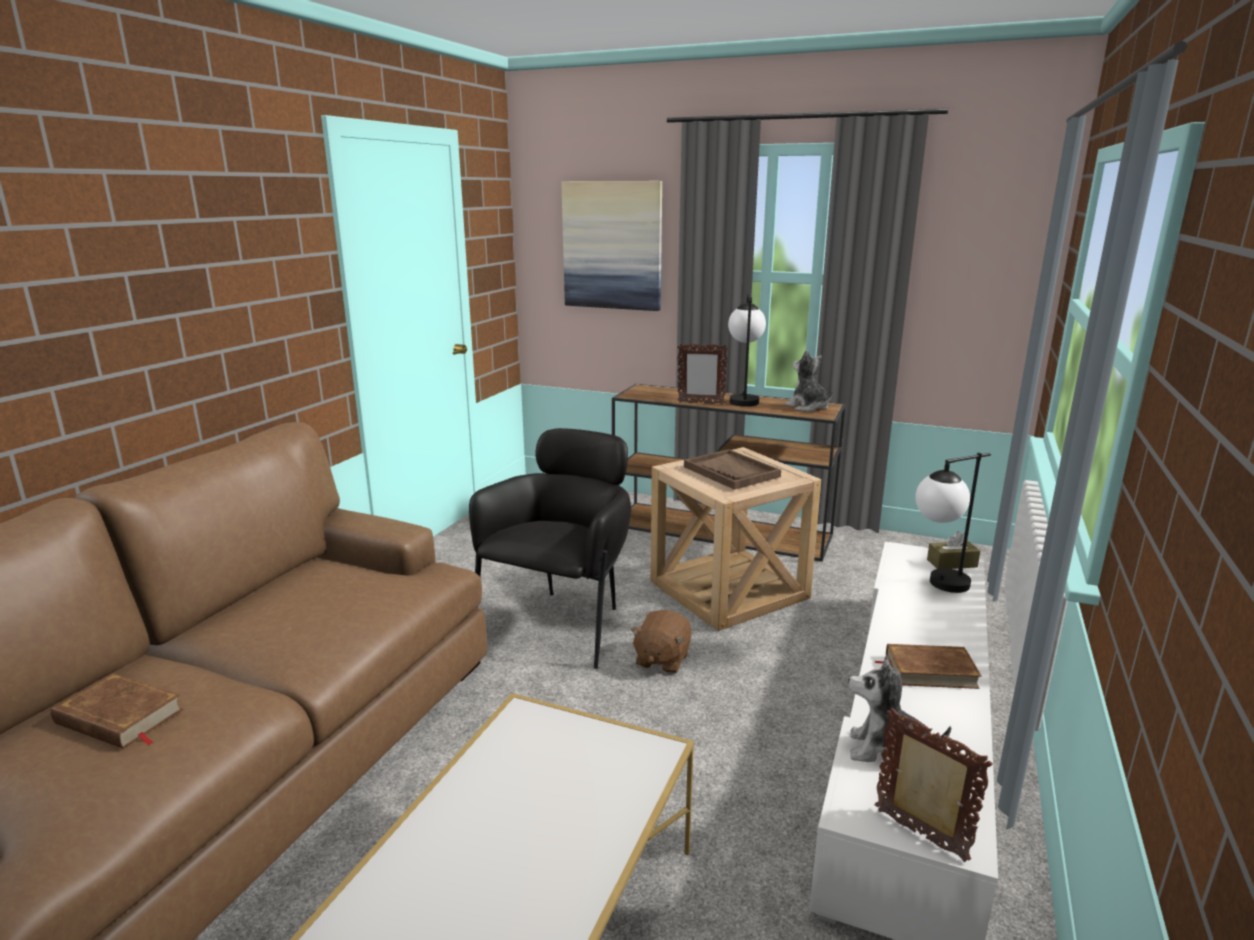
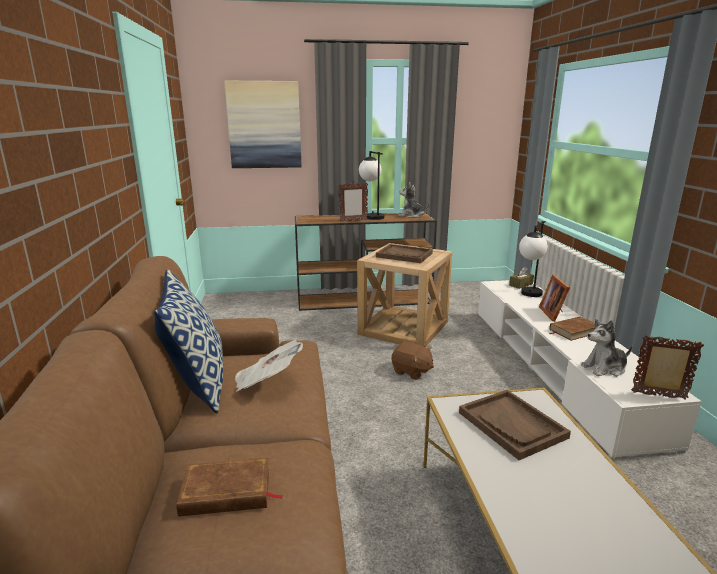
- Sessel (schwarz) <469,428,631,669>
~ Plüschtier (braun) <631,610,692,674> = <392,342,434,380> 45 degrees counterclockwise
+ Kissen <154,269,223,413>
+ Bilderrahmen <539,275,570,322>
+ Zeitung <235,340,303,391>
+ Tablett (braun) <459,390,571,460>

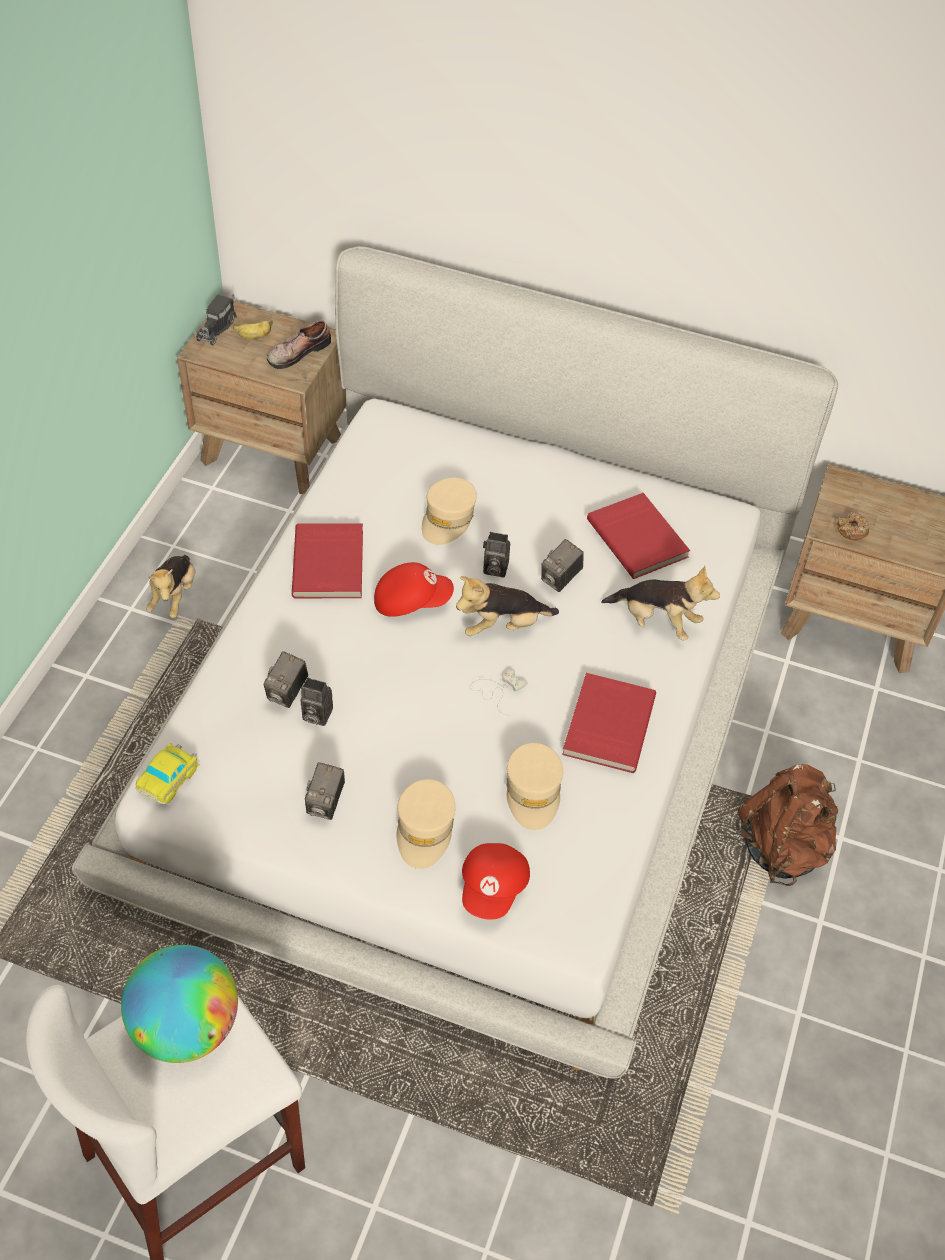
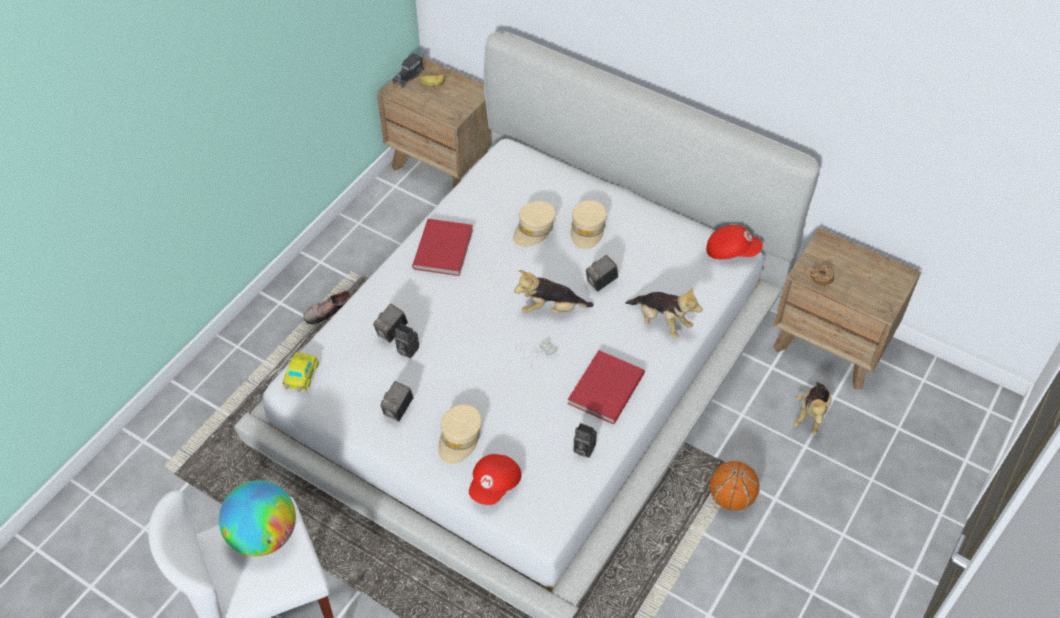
~ Schuh <267,320,331,369> to <303,290,353,324>
- Buch (rot) <587,493,690,579>
~ Kamera <483,532,510,577> to <573,423,597,458>
~ Plüschtier <146,555,195,618> to <794,382,832,435>
~ Kappe (rot) <374,562,454,617> to <706,225,763,259>
~ Spielzeugauto <135,743,200,805> = <282,352,319,392> 150 degrees clockwise
~ Kappe (beige) <507,743,563,830> to <571,200,607,249>
~ Rucksack (braun) <738,764,838,886> to Basketball <710,461,760,511>

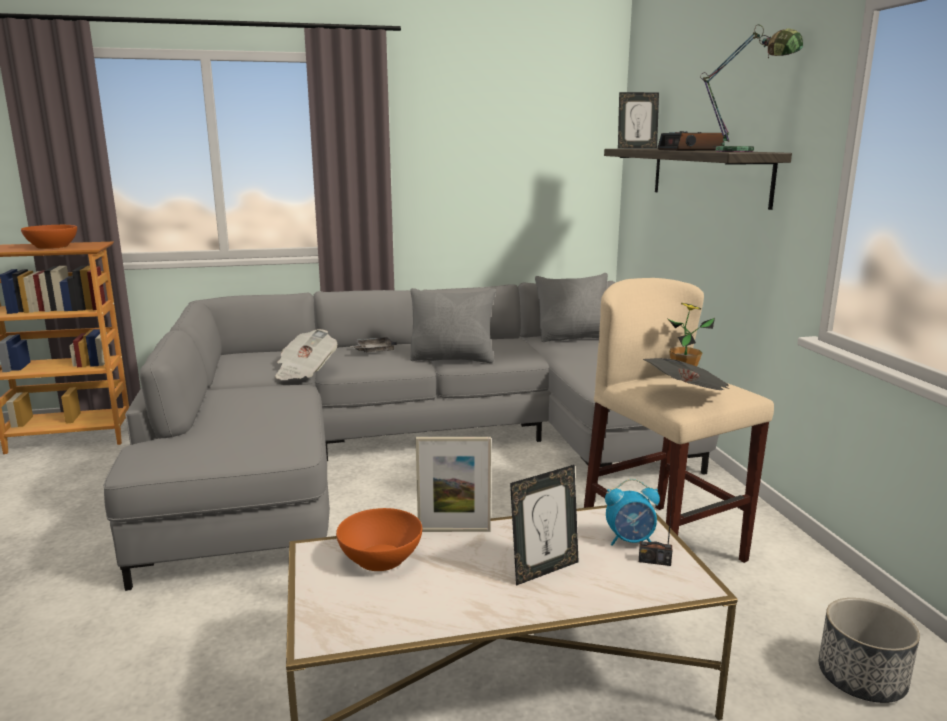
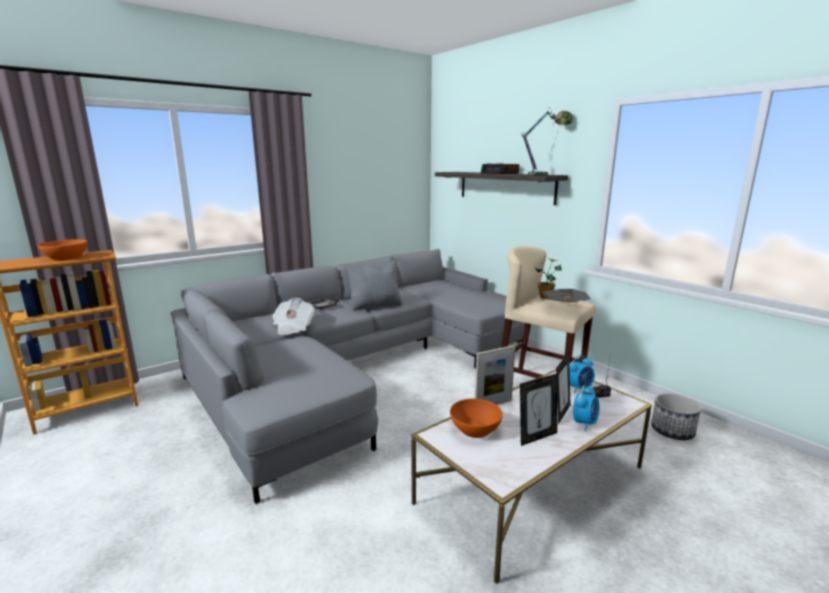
~ Bilderrahmen <618,92,659,149> to <520,374,557,446>
- Kissen (grau) <535,273,608,342>
+ Wecker <573,385,599,431>

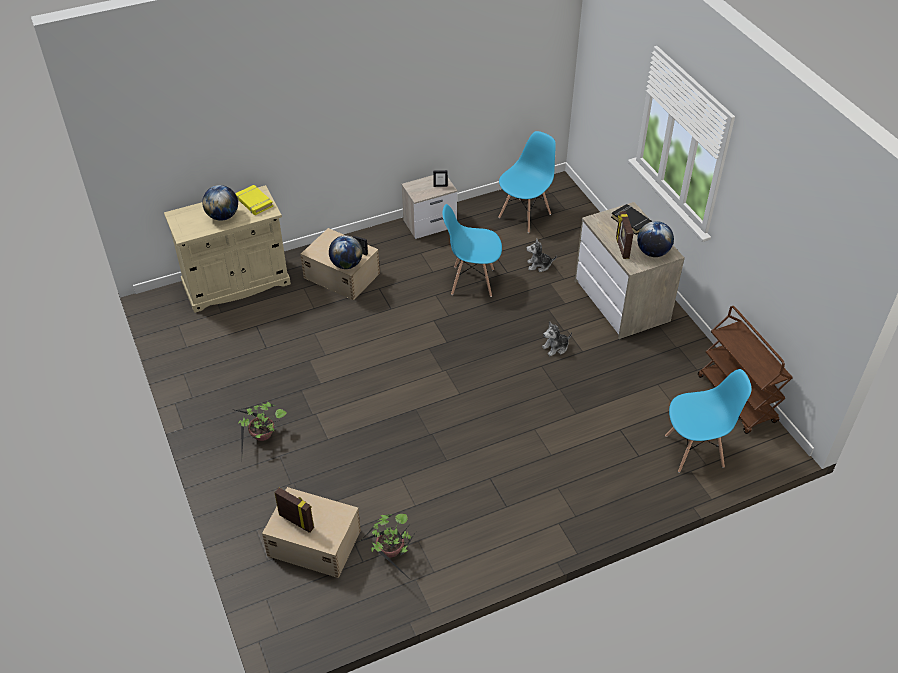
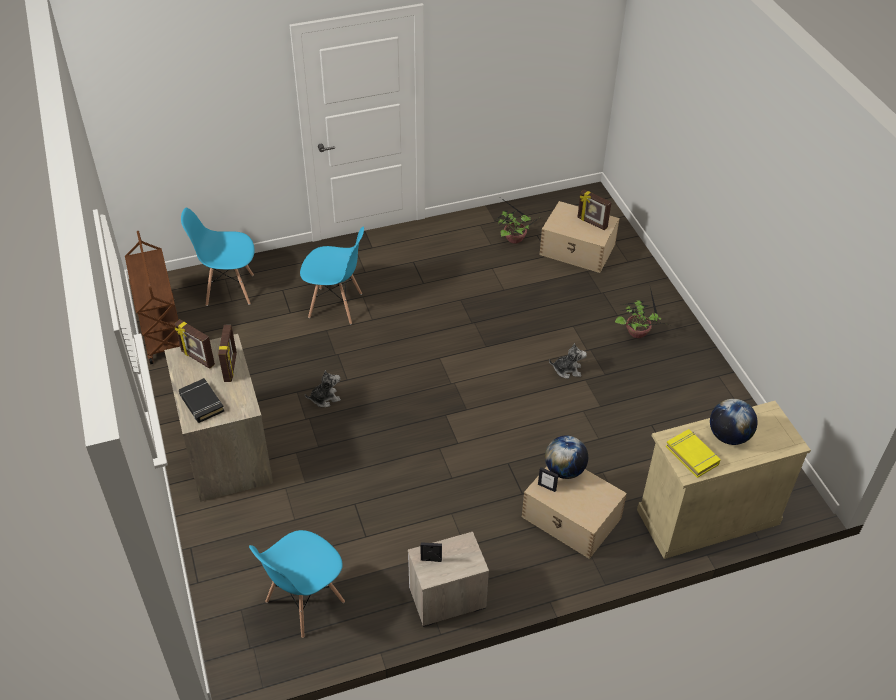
~ Stuhl (blau) <442,204,502,297> to <300,227,364,324>
~ Globus <637,221,674,257> to Bilderrahmen <175,320,215,369>
~ Plüschtier <526,238,557,272> to <549,343,587,379>

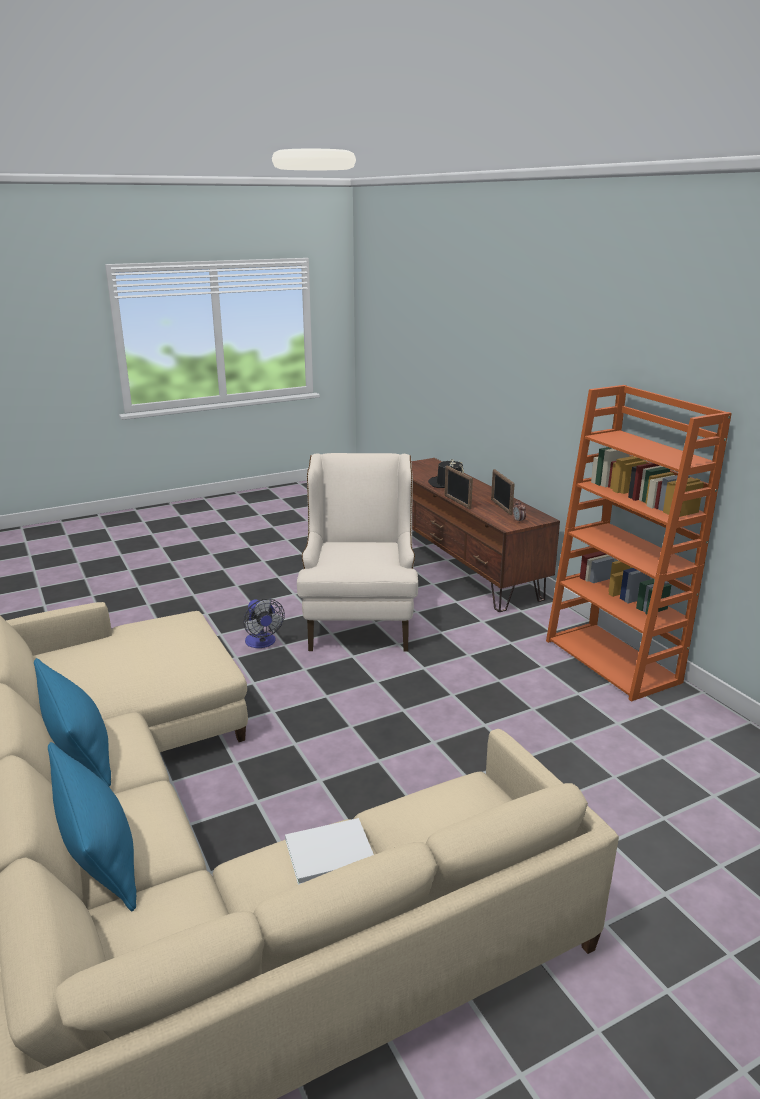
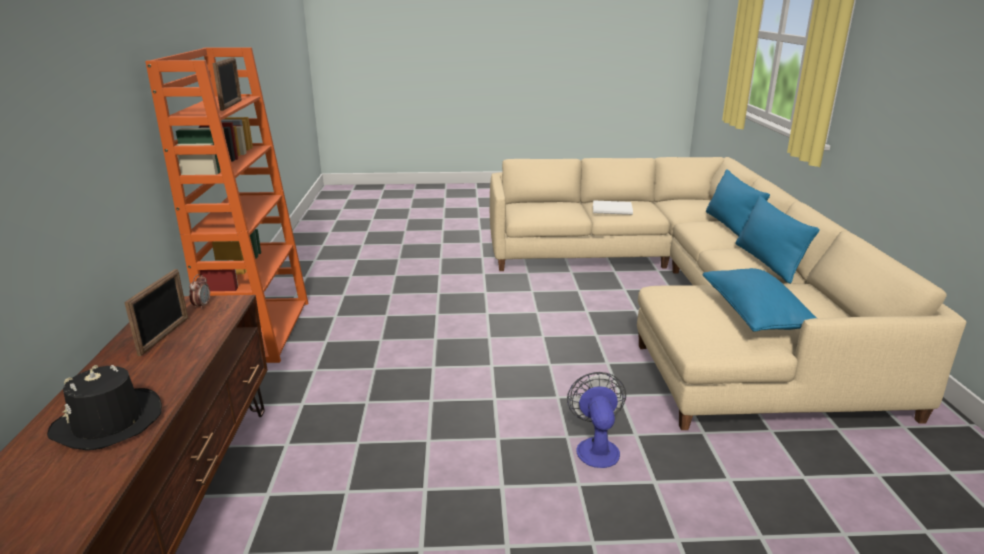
- Sessel (beige) <297,453,418,652>
~ Bilderrahmen <445,466,473,509> to <212,57,242,111>
+ Kissen (blau) <703,268,817,332>

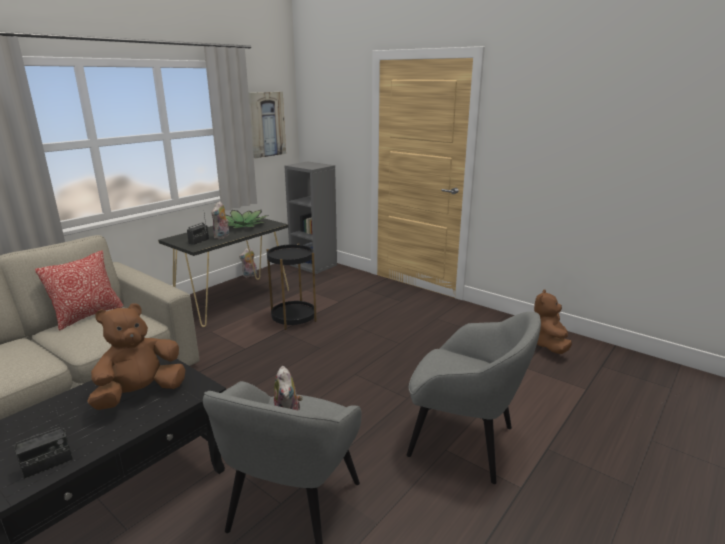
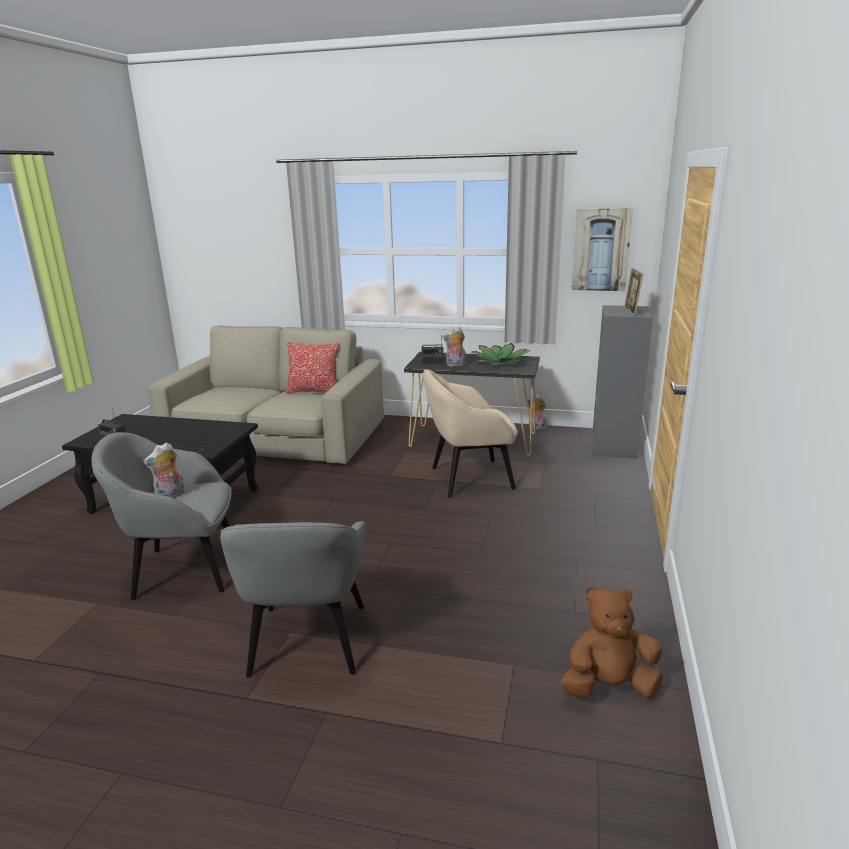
~ Beistelltisch (schwarz) <267,244,317,330> to Sessel (beige) <423,369,518,498>
- Plüschtier (braun) <87,303,185,410>
+ Bilderrahmen <624,267,643,316>

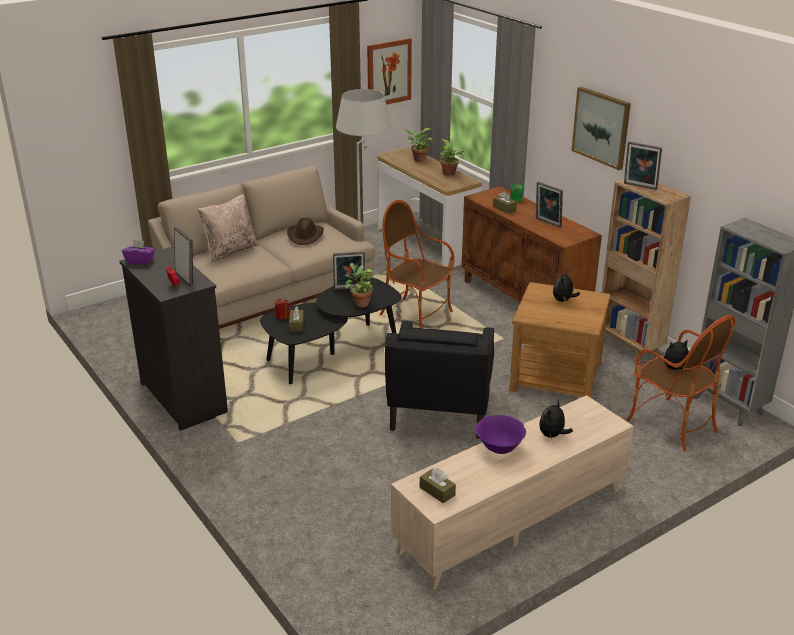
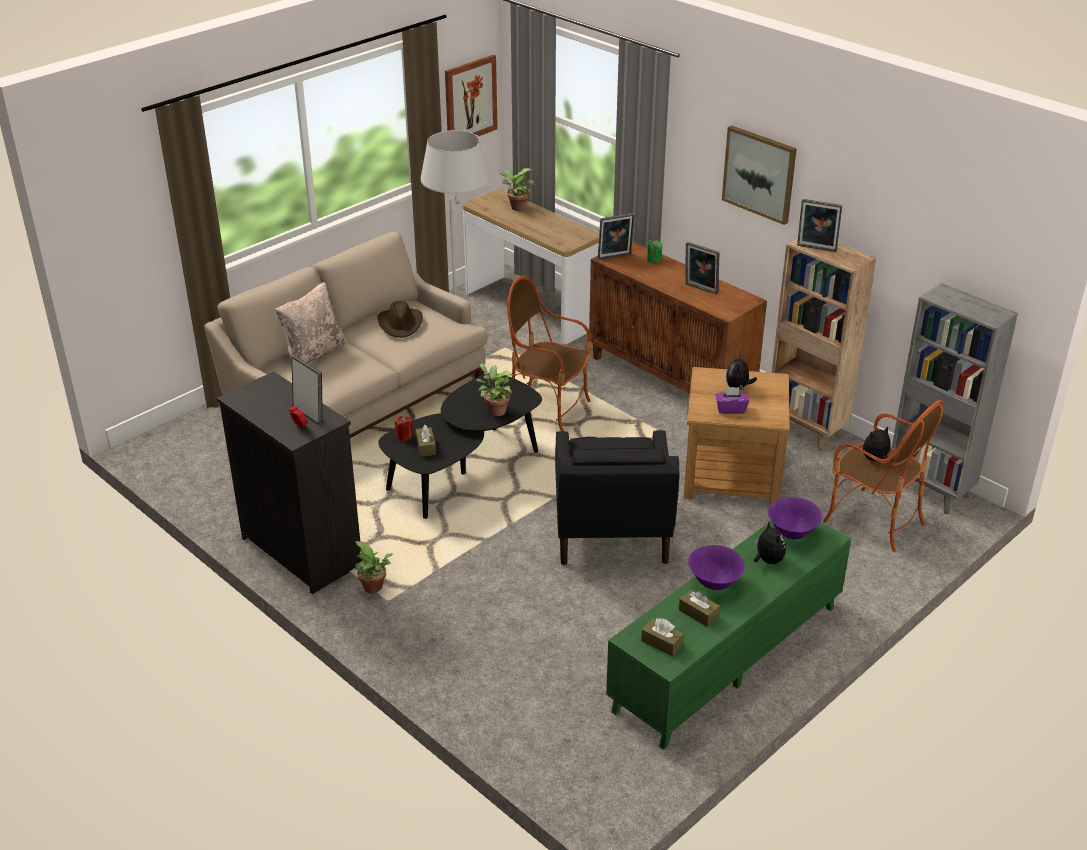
~ Topfpflanze <440,139,464,176> to <354,541,393,594>
~ Taschentuchbox (braun) <493,191,517,214> to <679,589,720,627>
~ Taschentuchbox (lila) <122,240,155,265> to <715,387,749,414>
~ Bilderrahmen <333,251,365,290> to <598,213,634,260>
~ Fernsehschrank (beige) <391,395,634,590> to Fernsehschrank (grün) <606,521,851,750>
~ Plüschtier <540,399,573,439> = <754,521,786,564> 135 degrees clockwise
+ Schüssel (lila) <767,497,822,540>

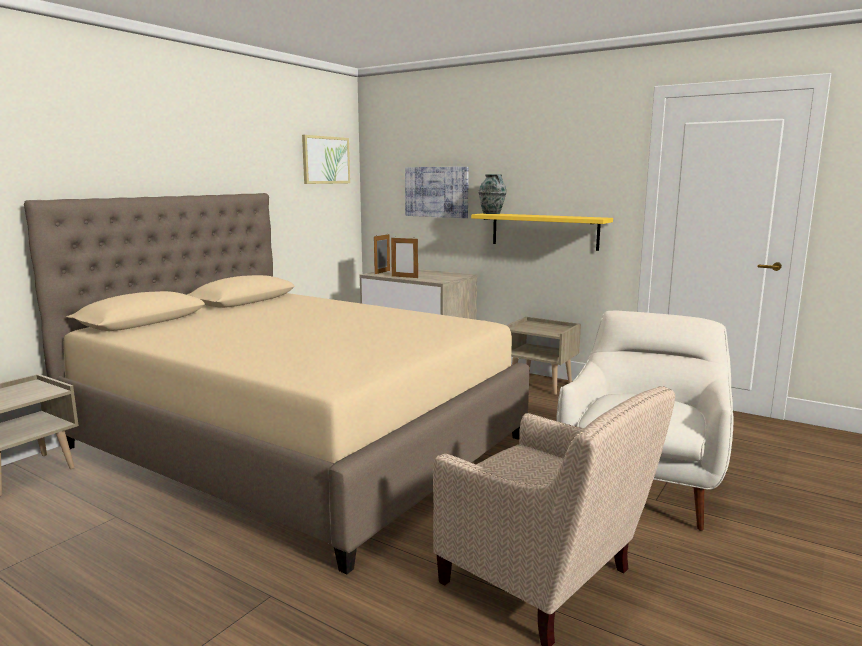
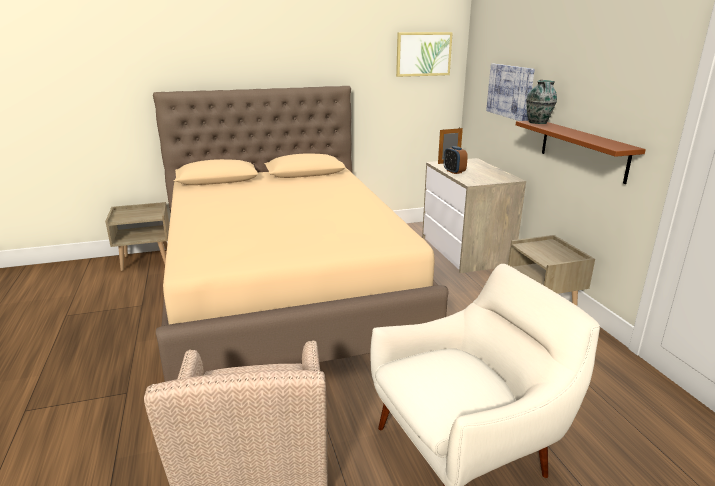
~ Wandregal (gelb) <471,213,613,251> to Wandregal (braun) <516,121,646,184>
~ Bilderrahmen <391,237,418,278> to Wecker <444,146,468,174>

